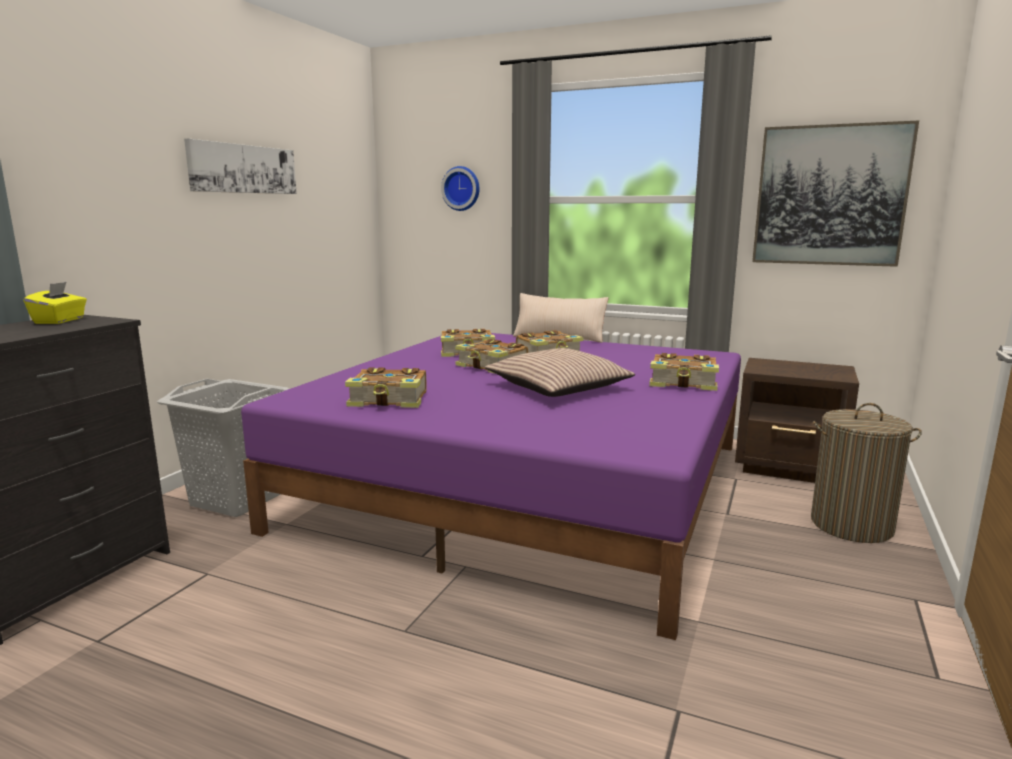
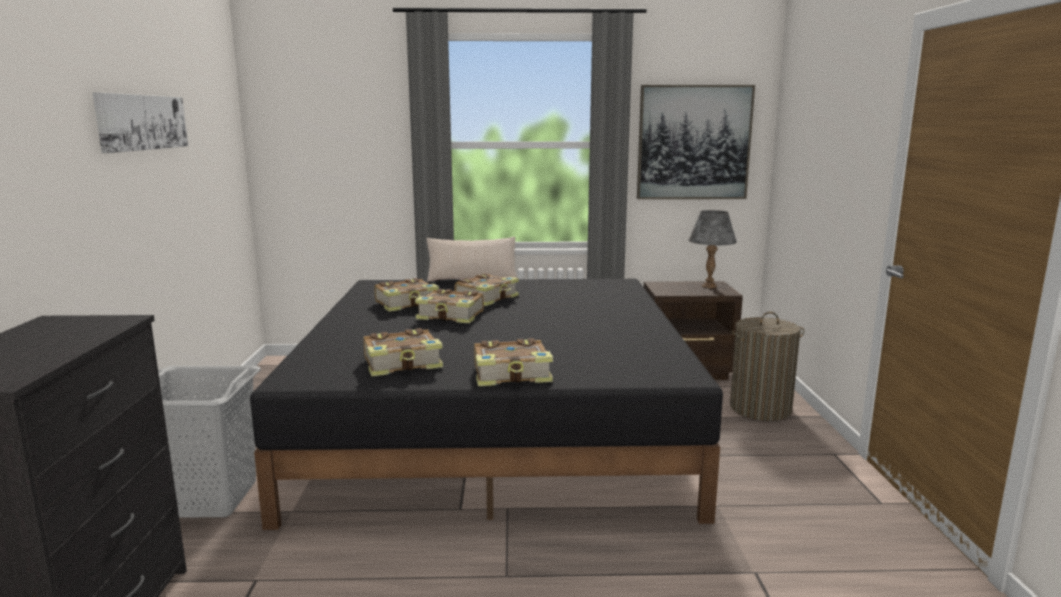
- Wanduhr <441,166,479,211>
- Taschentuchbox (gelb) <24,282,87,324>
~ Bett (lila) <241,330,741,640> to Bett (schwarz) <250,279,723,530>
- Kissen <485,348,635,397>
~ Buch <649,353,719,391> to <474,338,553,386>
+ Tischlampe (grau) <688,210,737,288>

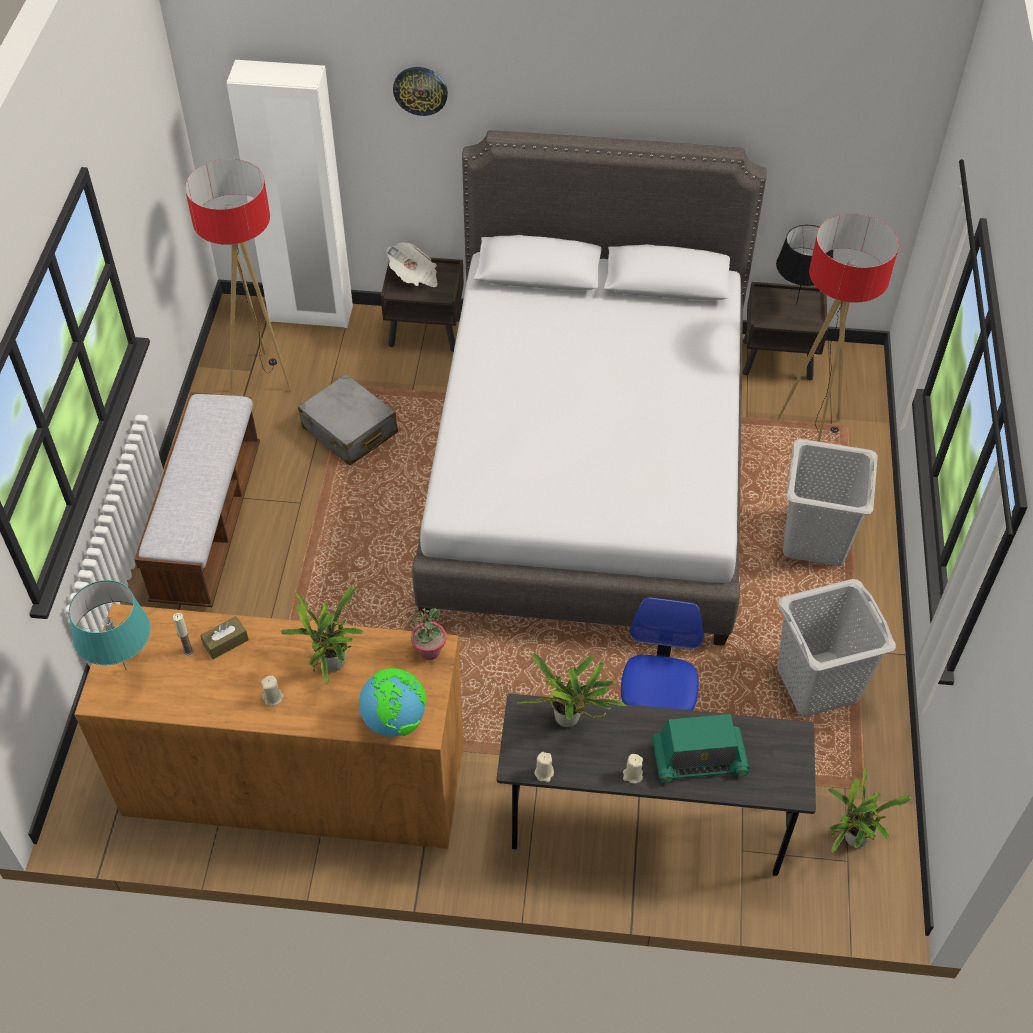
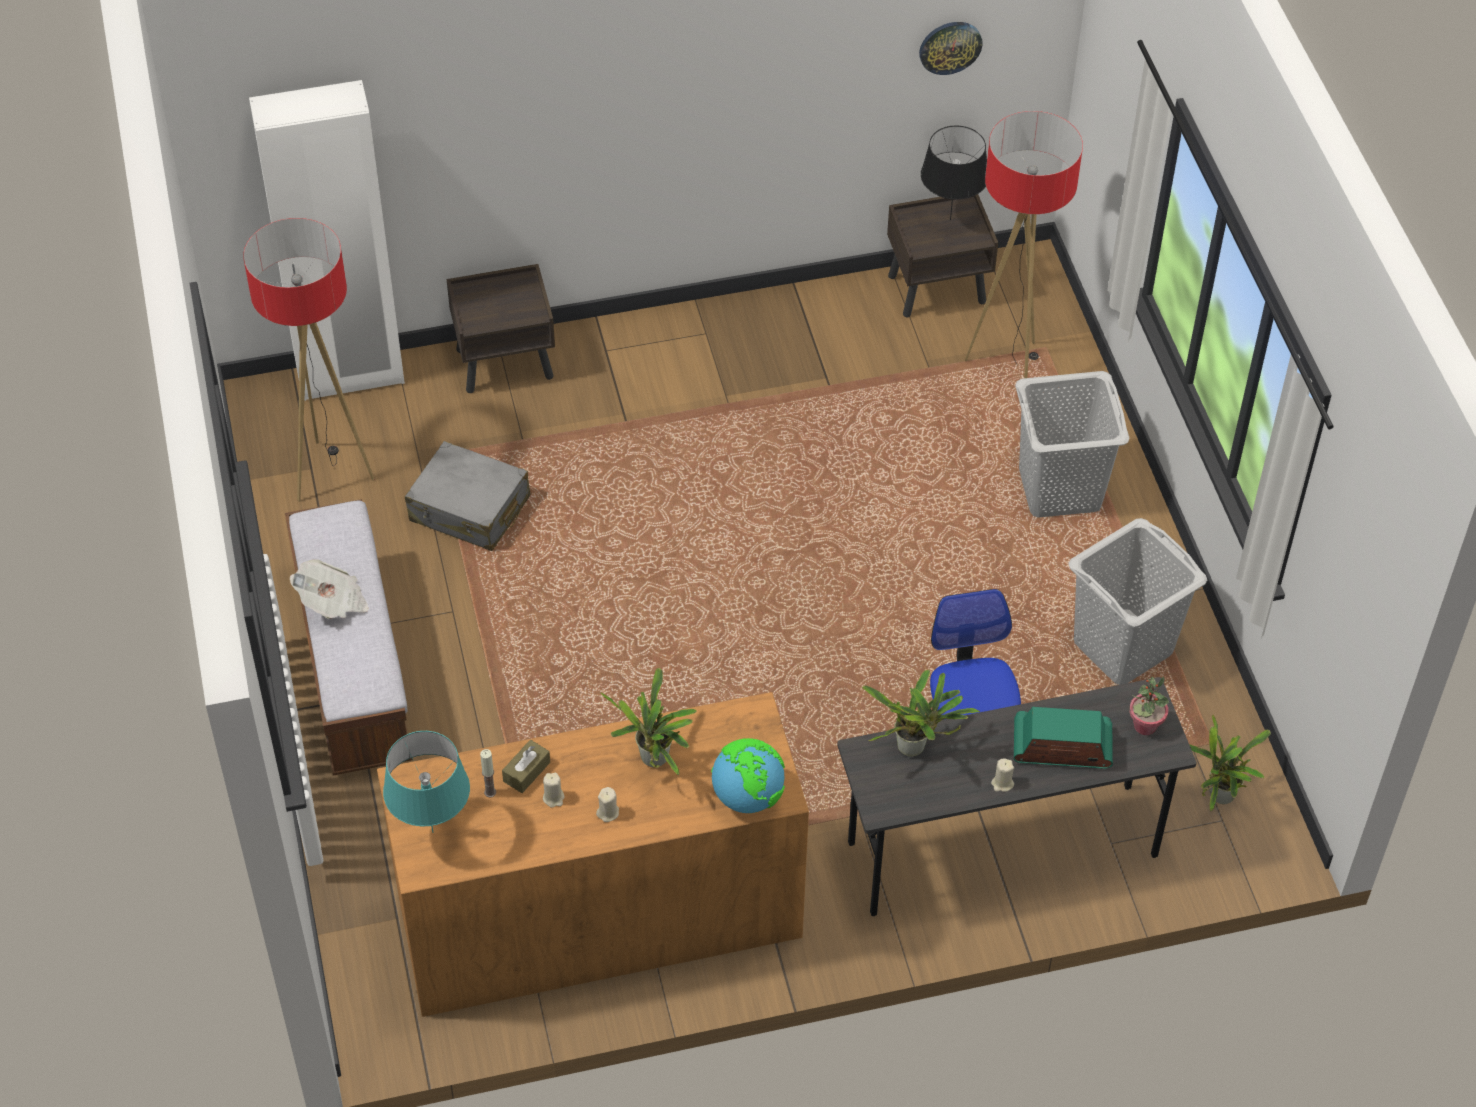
~ Wanduhr <393,67,448,116> to <919,22,983,75>
- Bett (grau) <412,130,767,646>
~ Zeitung <386,243,437,287> to <290,559,369,619>
~ Topfpflanze <411,608,446,660> to <1129,677,1169,735>
~ Radio <652,714,749,783> = <1014,707,1113,769> 150 degrees counterclockwise
~ Kerze (beige) <534,752,554,782> to <543,773,564,807>

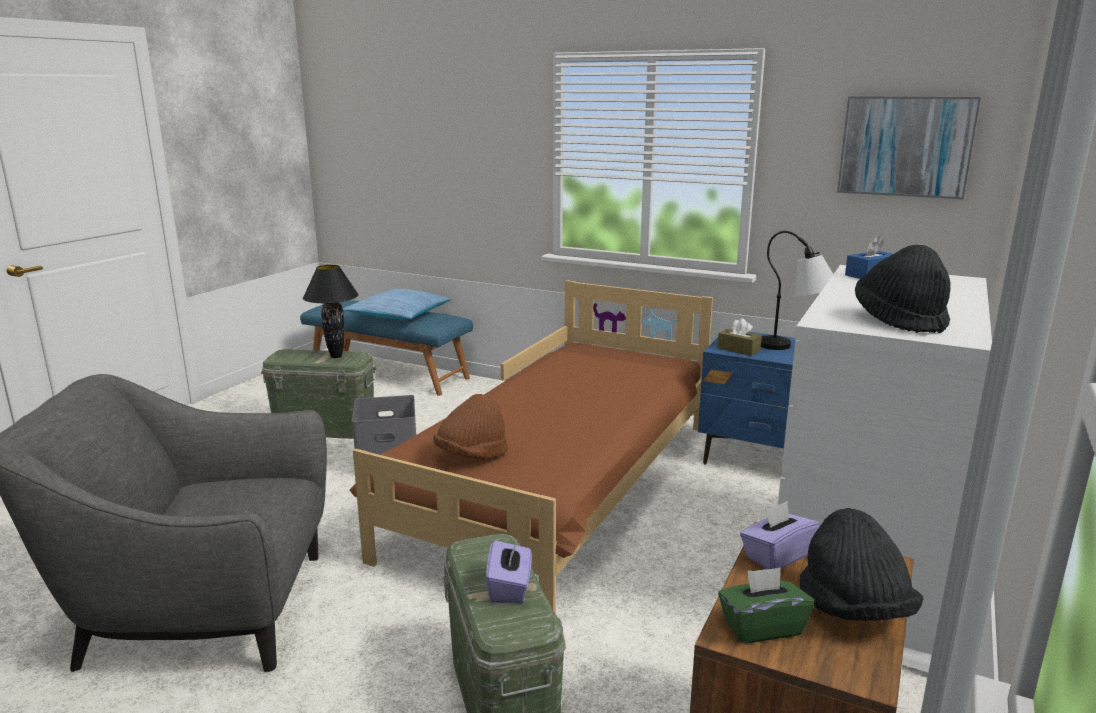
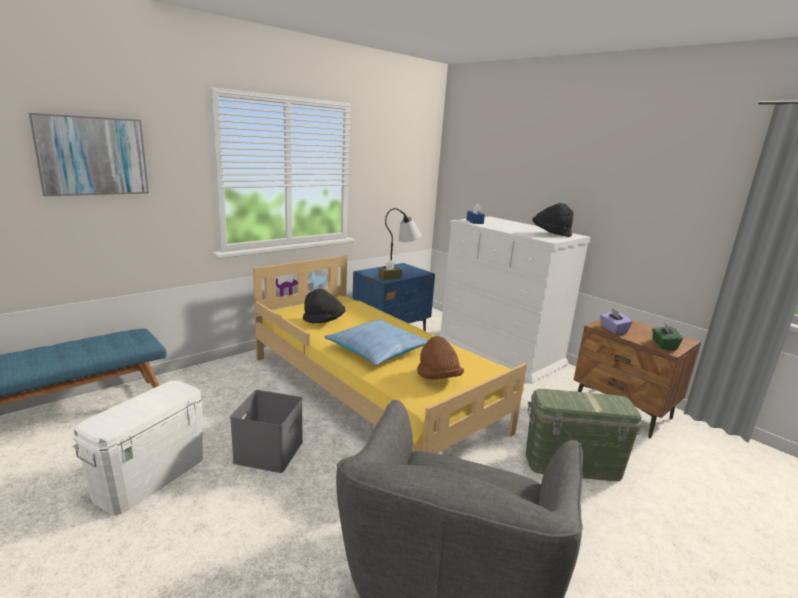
~ Bild <837,96,981,199> to <29,113,149,196>
- Tischlampe (schwarz) <303,265,358,358>
~ Bett (braun) <350,280,713,614> to Bett (gelb) <253,255,527,454>
~ Kissen <343,289,451,319> to <325,319,429,365>
~ Aufbewahrungsbox (grün) <261,349,376,439> to Aufbewahrungsbox (weiß) <73,380,203,515>
~ Hut (schwarz) <799,508,924,621> to <303,289,345,323>
- Taschentuchbox (lila) <486,538,532,604>

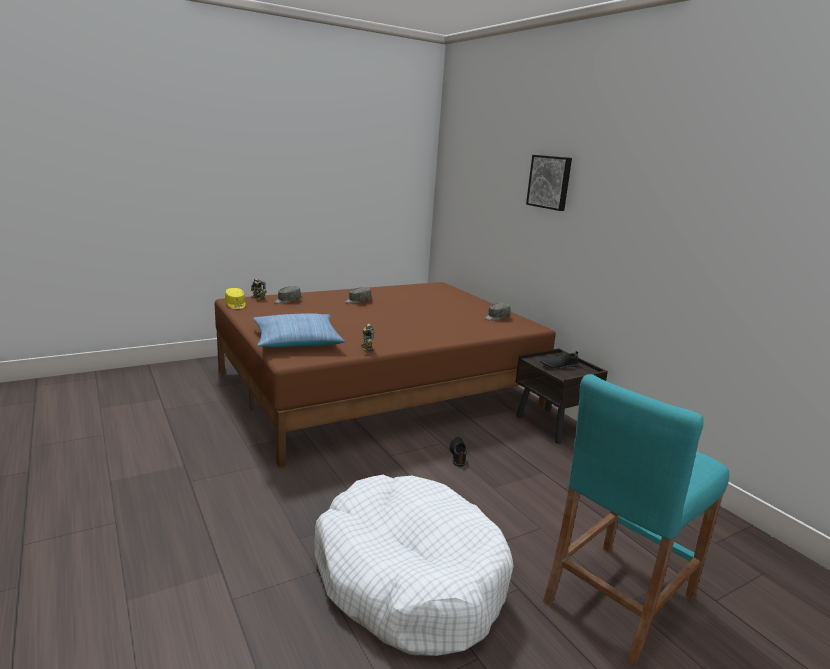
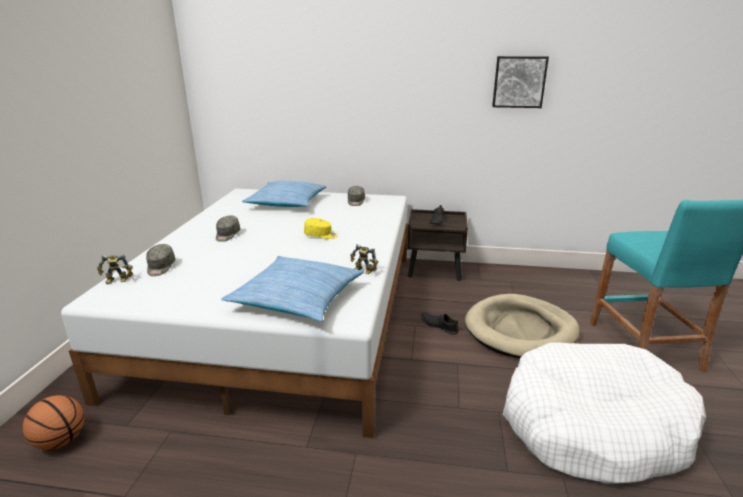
~ Bild <526,155,572,211> to <492,56,549,108>
~ Bett (braun) <215,282,556,468> to Bett (weiß) <61,189,408,438>
~ Kappe (gelb) <225,288,245,309> to <304,218,337,239>
+ Kissen <242,181,327,207>
+ Hundebett (beige) <465,294,580,358>
+ Basketball <23,395,85,450>

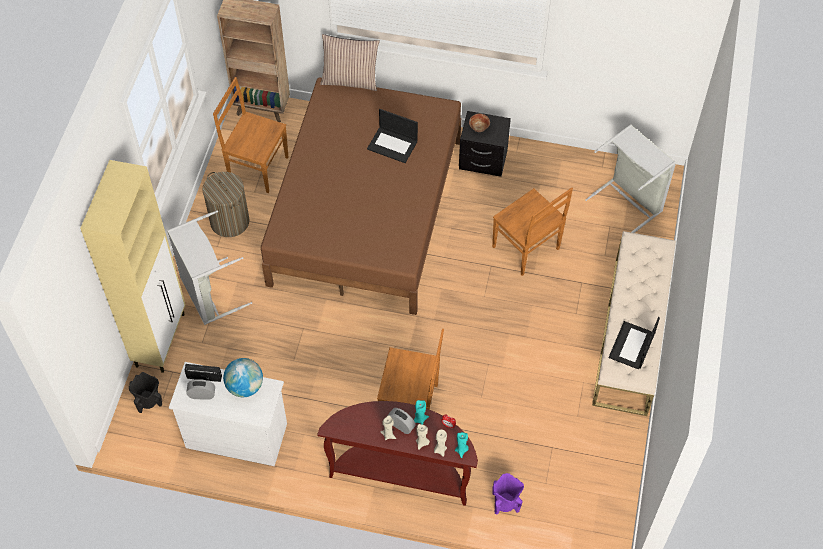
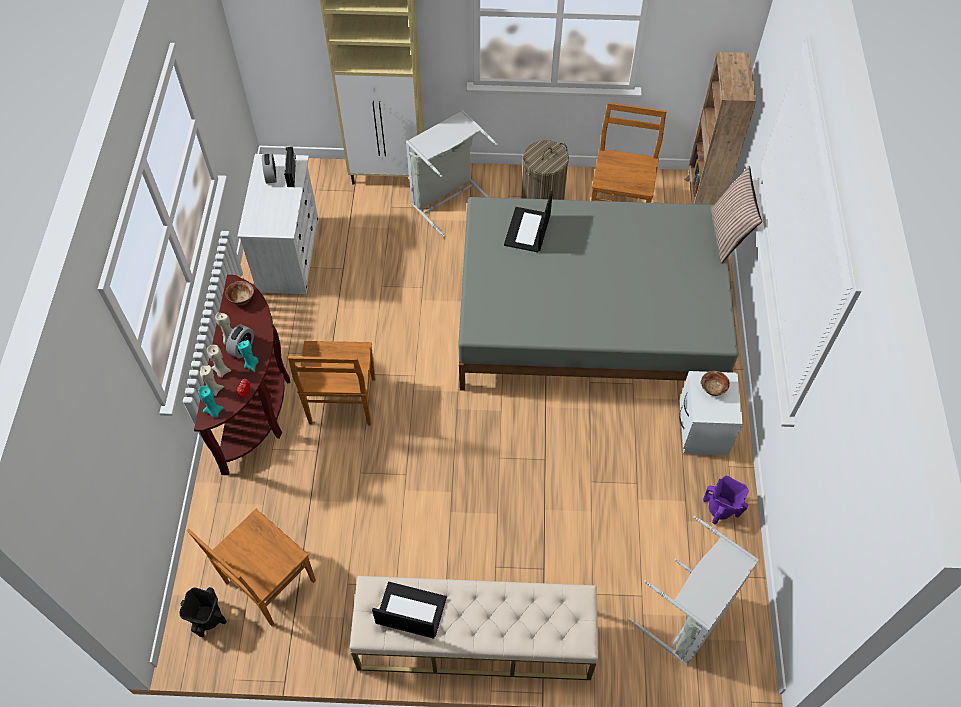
~ Bett (braun) <261,78,461,315> to Bett (grau) <458,197,739,391>
~ Laptop <367,109,418,163> to <504,191,553,252>
~ Nachttisch (schwarz) <459,111,511,177> to Nachttisch (weiß) <679,371,743,455>
~ Stuhl (braun) <492,188,573,276> to <187,509,316,626>
- Globus <223,358,263,397>
~ Vase (schwarz) <129,372,162,413> to <179,587,227,637>
~ Vase (lila) <492,473,524,515> to <703,476,749,524>
+ Schüssel <225,281,254,305>

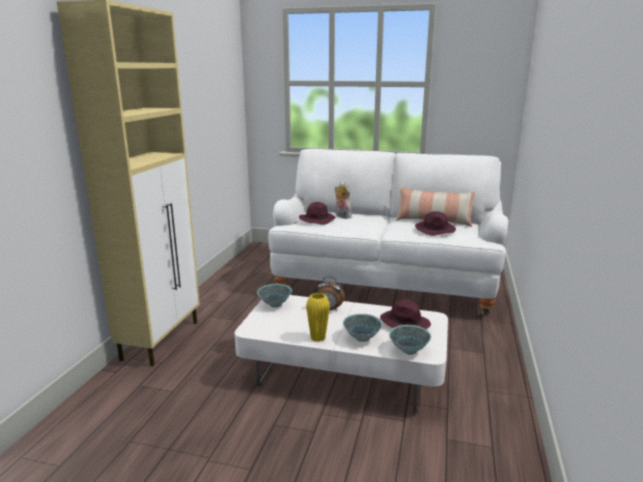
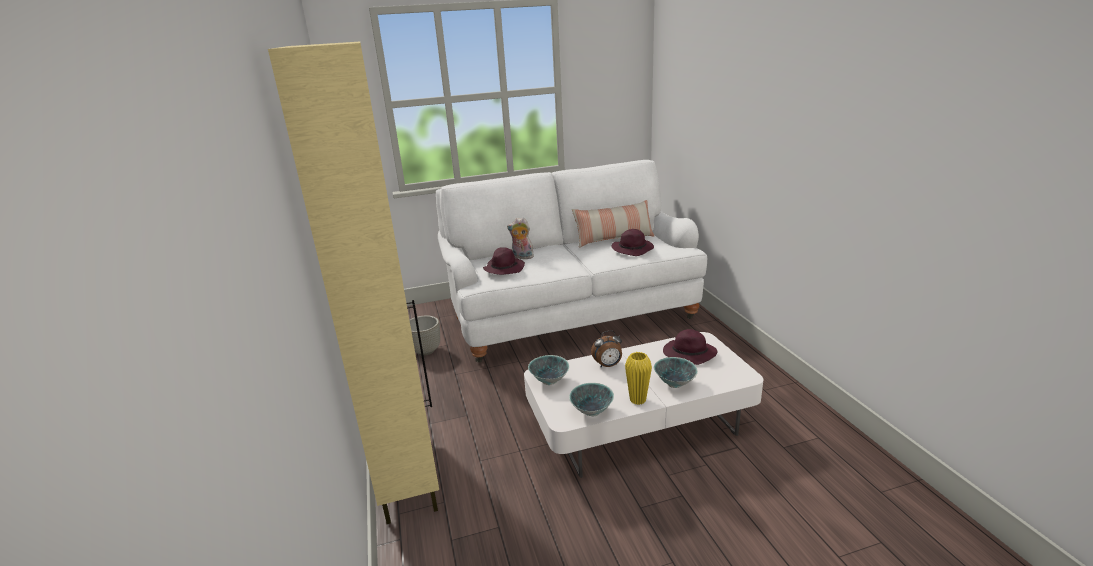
~ Schüssel <389,325,431,355> to <569,383,614,416>
+ Pflanzkübel (grau) <410,316,440,356>

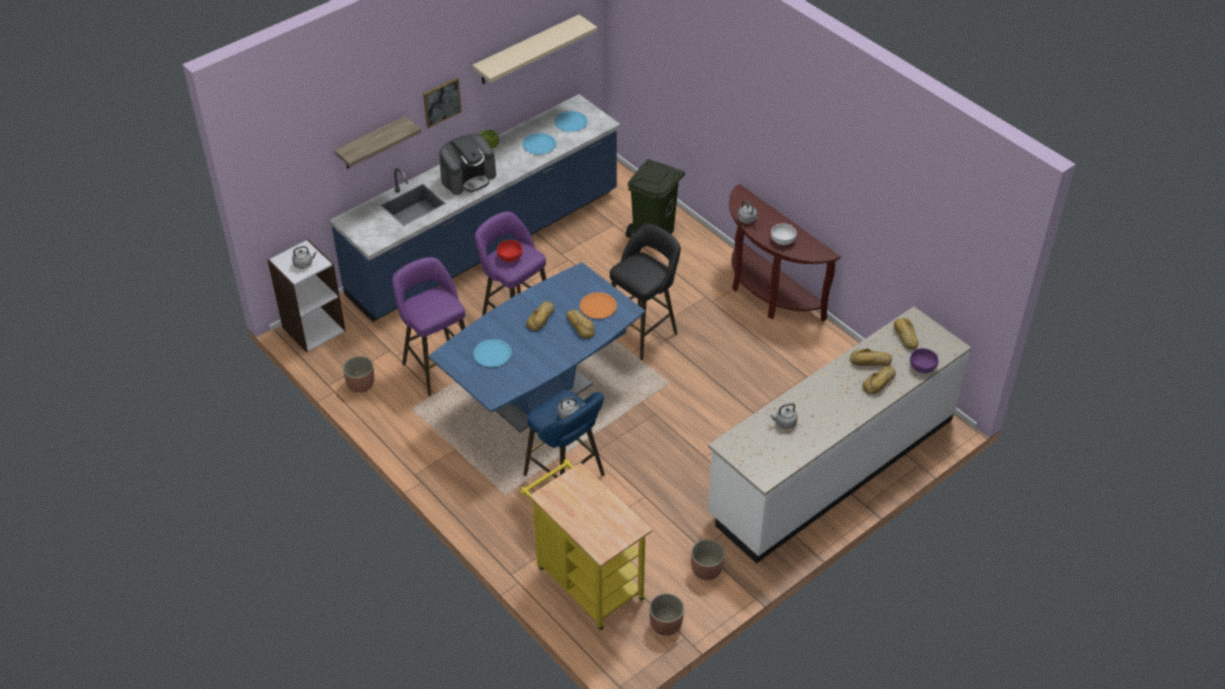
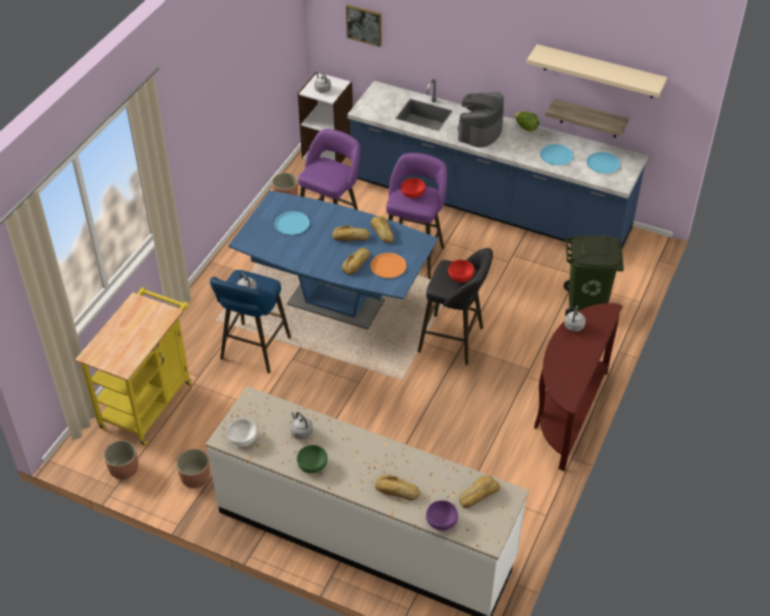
~ Bild <423,78,462,128> to <346,5,381,47>
~ Wandregal <334,116,421,169> to <545,99,629,138>
~ Kaffeemaschine <439,134,496,195> = <457,92,504,148> 90 degrees clockwise
~ Schüssel (weiß) <771,224,797,245> to <227,419,257,447>
~ Brot <850,349,892,366> to <371,216,394,243>
+ Schüssel (rot) <448,260,474,282>
+ Schüssel (grün) <297,445,328,473>

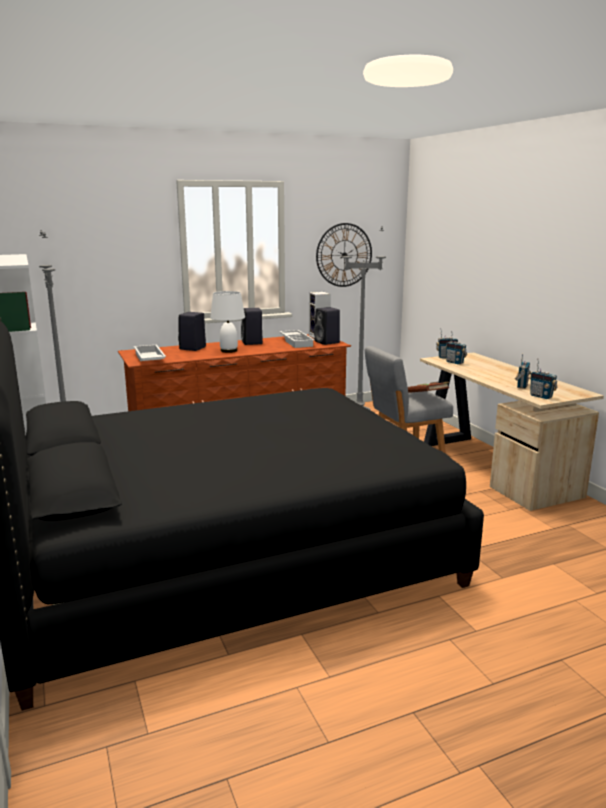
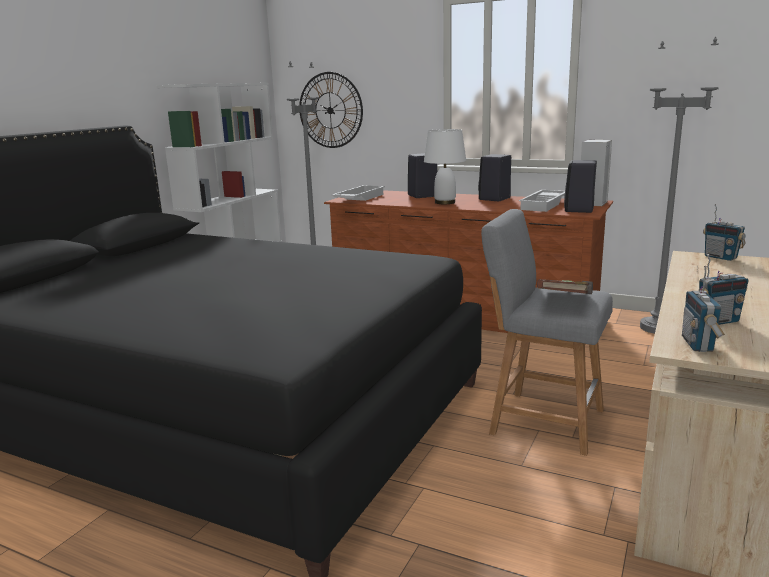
~ Wanduhr <316,223,372,287> to <299,72,363,148>
- Radio <445,331,467,364>

